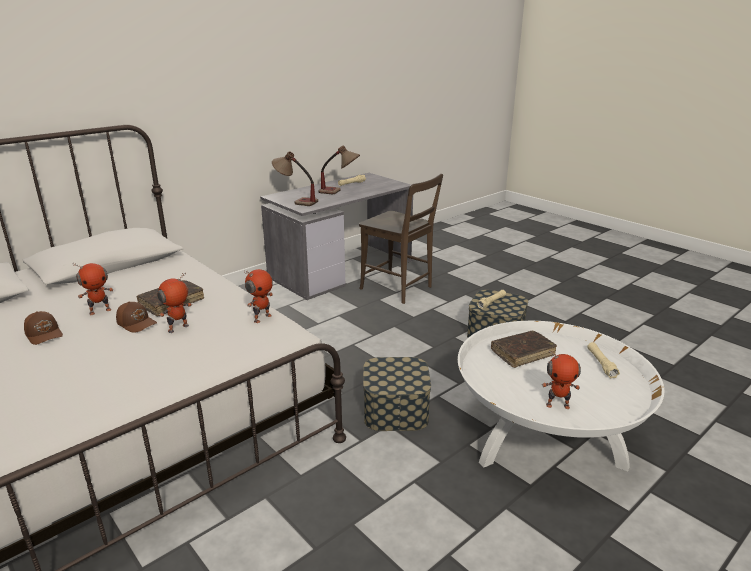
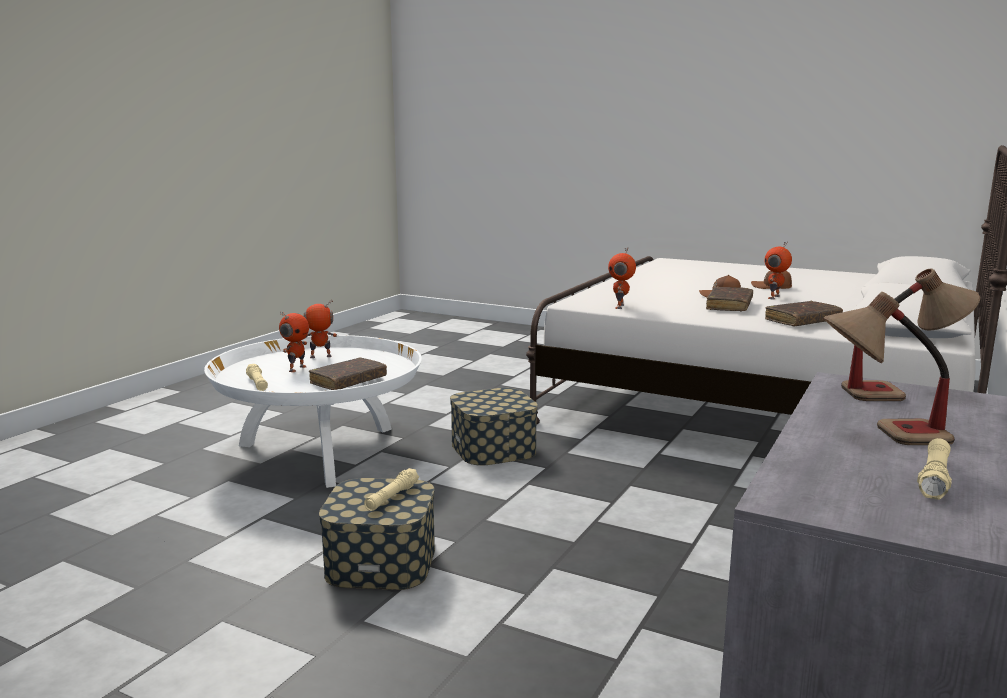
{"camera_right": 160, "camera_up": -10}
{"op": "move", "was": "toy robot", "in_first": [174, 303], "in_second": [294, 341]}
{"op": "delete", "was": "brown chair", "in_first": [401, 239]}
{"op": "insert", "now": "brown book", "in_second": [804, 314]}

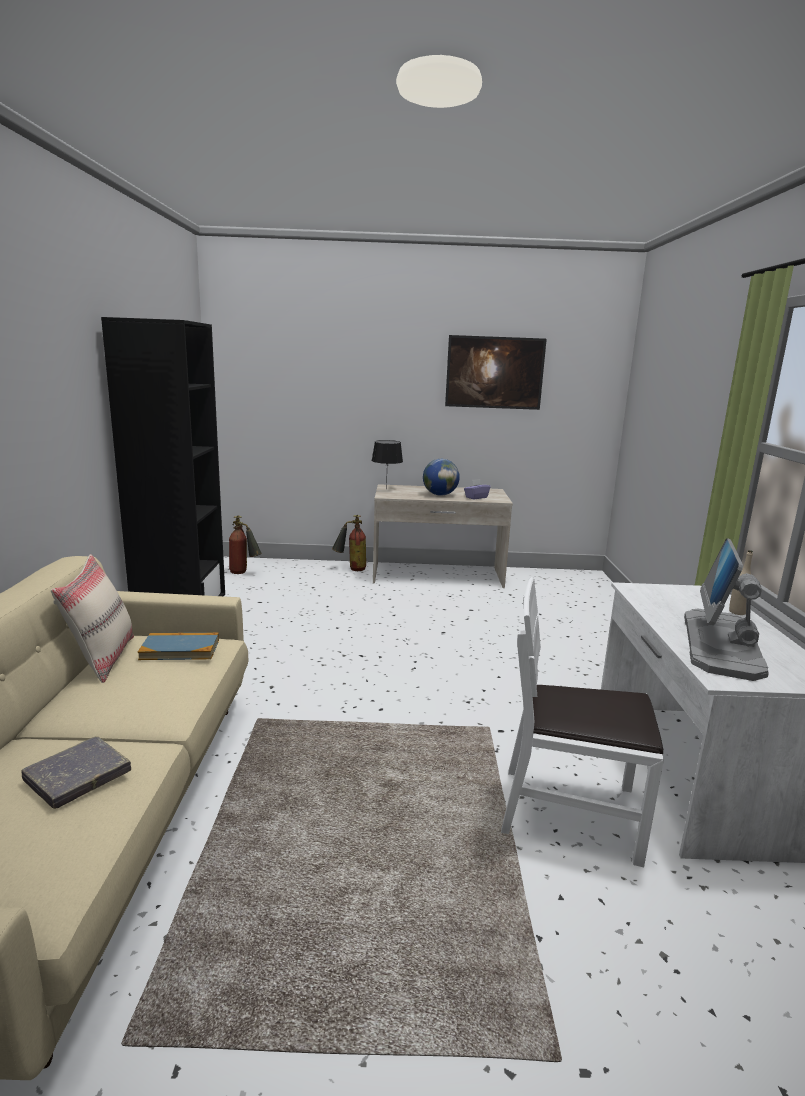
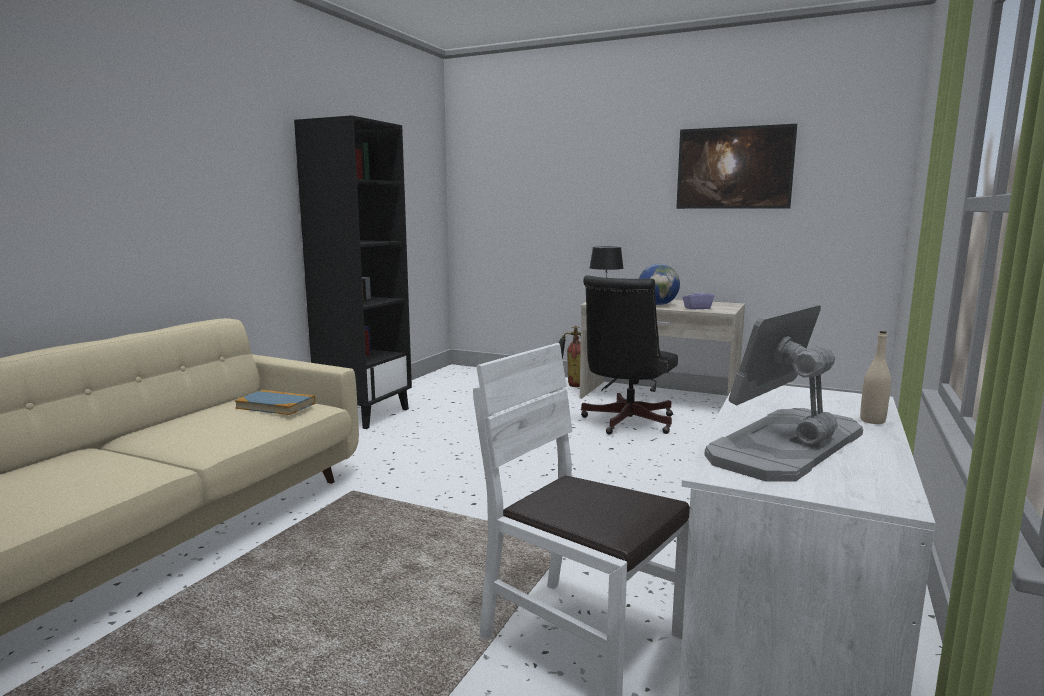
{"camera_right": 25, "camera_up": -5}
{"op": "delete", "was": "grey book", "in_first": [76, 772]}
{"op": "delete", "was": "beige pillow", "in_first": [92, 618]}
{"op": "delete", "was": "fire extinguisher", "in_first": [245, 544]}
{"op": "insert", "now": "black office chair", "in_second": [629, 355]}

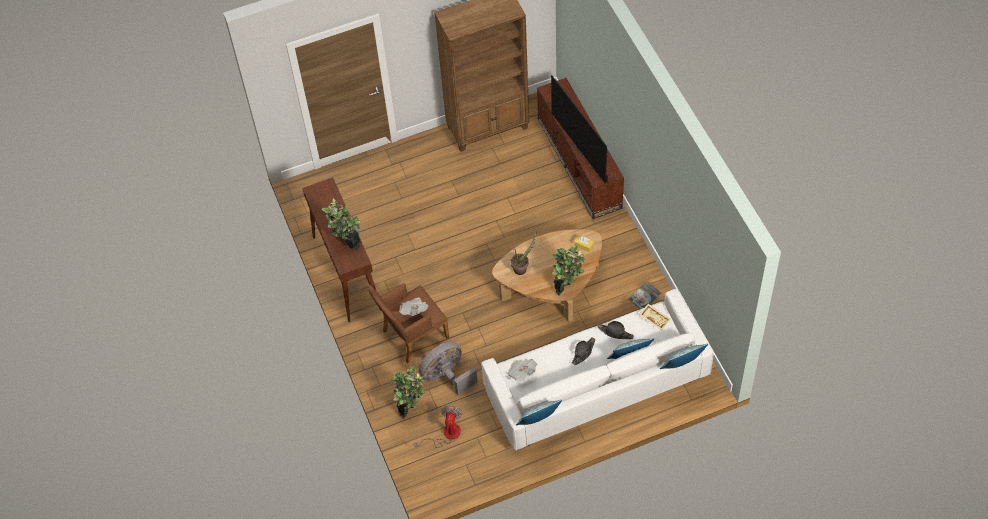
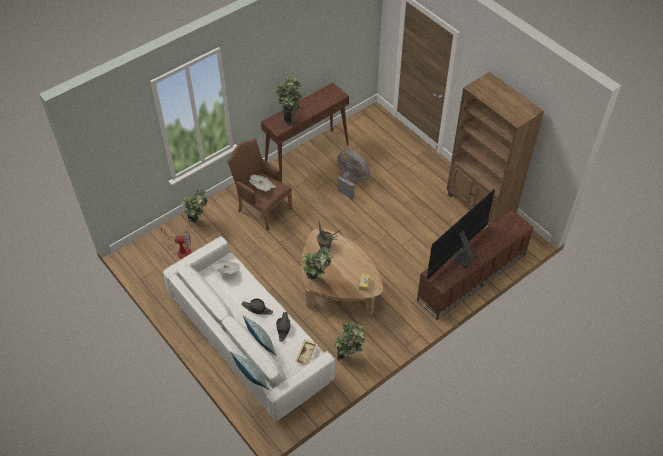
{"camera_right": 70, "camera_up": -5}
{"op": "move", "was": "grey fan", "in_first": [448, 368], "in_second": [353, 174]}
{"op": "delete", "was": "pillow", "in_first": [539, 413]}
{"op": "replace", "was": "book", "now": "potted plant", "in_first": [645, 295], "in_second": [349, 341]}

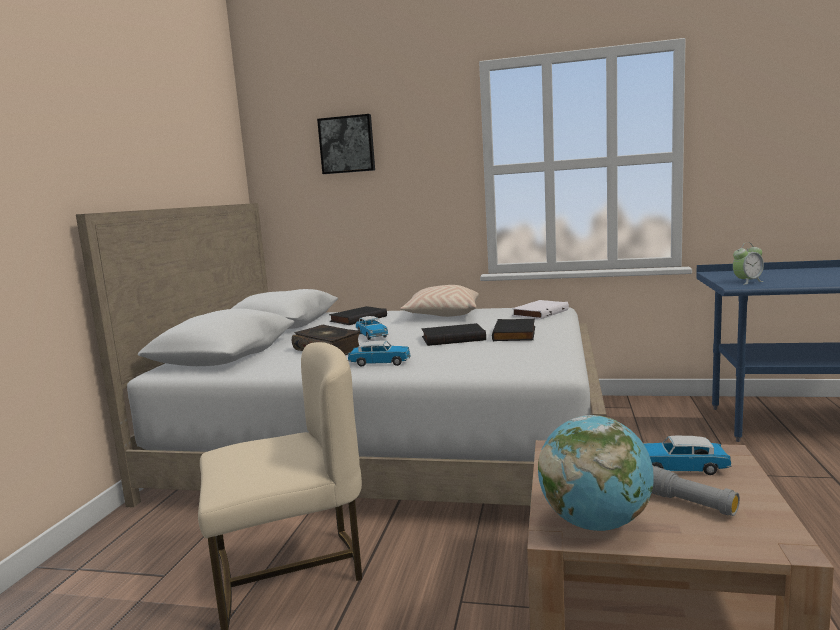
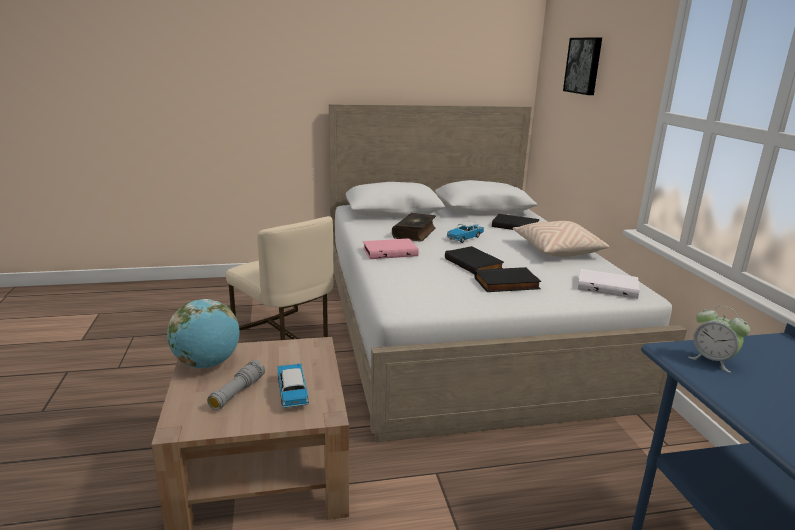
{"camera_right": 65, "camera_up": 10}
{"op": "replace", "was": "toy car", "now": "pink book", "in_first": [379, 354], "in_second": [391, 248]}

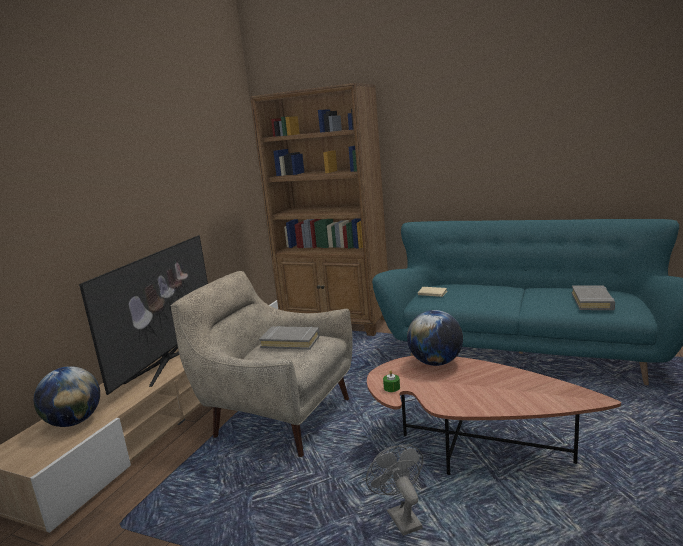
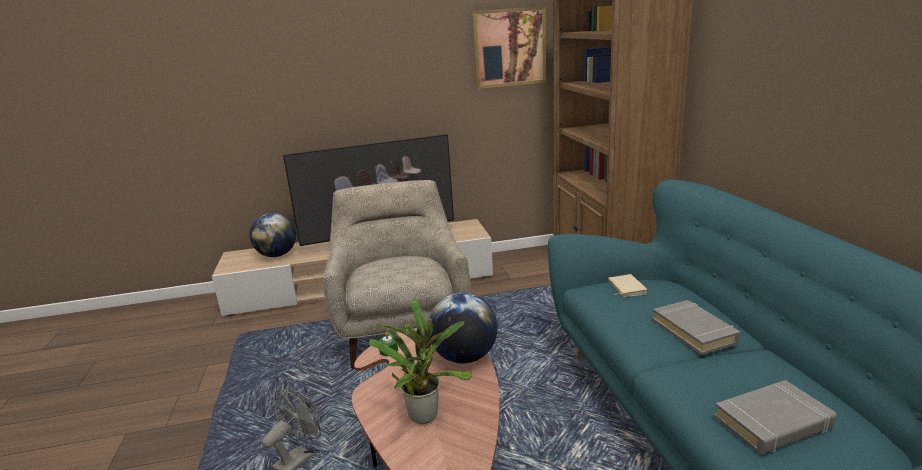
{"camera_right": 55, "camera_up": 5}
{"op": "move", "was": "grey book", "in_first": [289, 338], "in_second": [696, 327]}
{"op": "insert", "now": "potted plant", "in_second": [421, 361]}
{"op": "insert", "now": "picture", "in_second": [509, 47]}

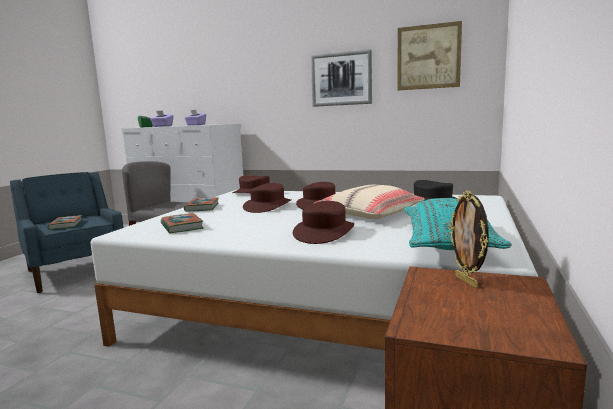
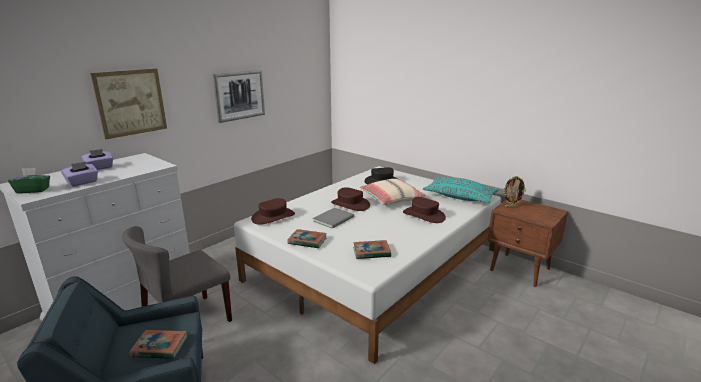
{"camera_right": -70, "camera_up": 10}
{"op": "replace", "was": "brown hat", "now": "grey book", "in_first": [267, 198], "in_second": [333, 218]}
{"op": "move", "was": "picture", "in_first": [430, 55], "in_second": [128, 103]}

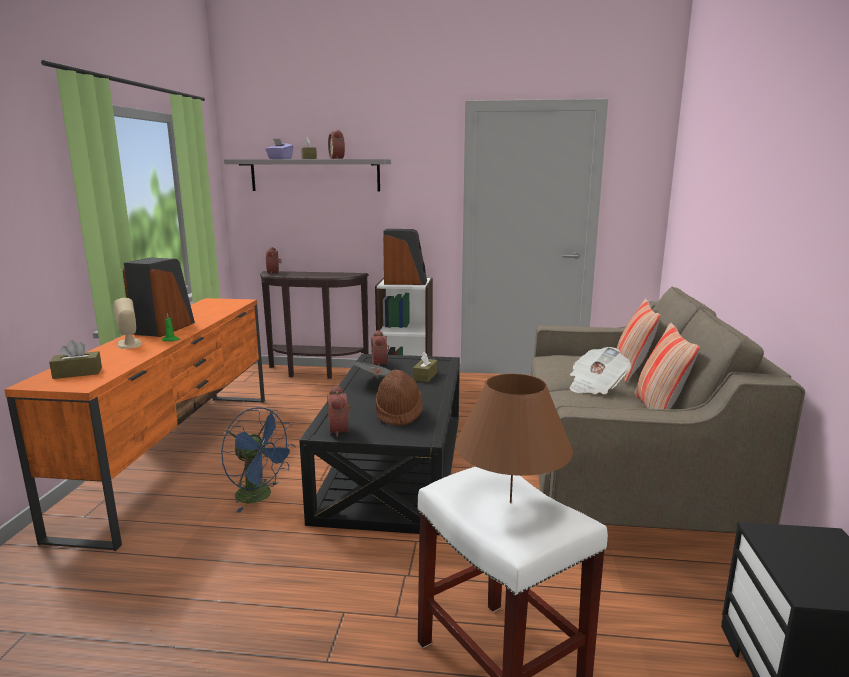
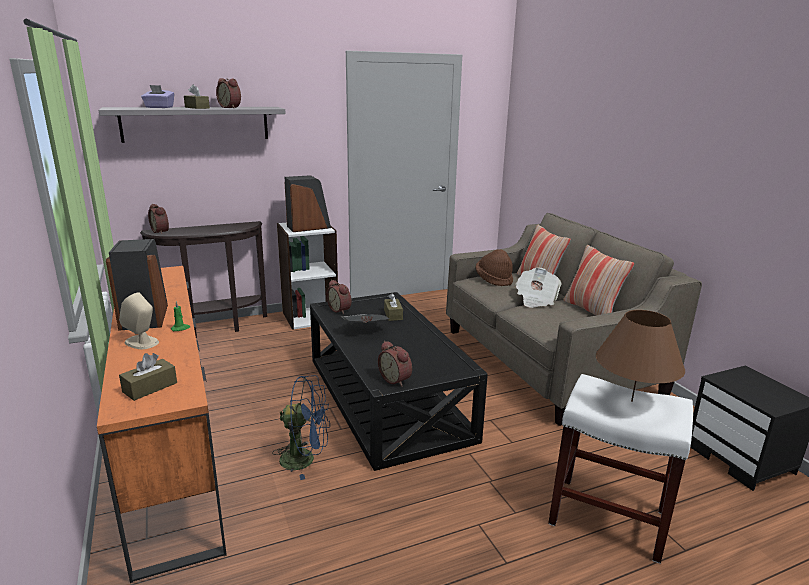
{"camera_right": -30, "camera_up": 5}
{"op": "move", "was": "brown hat", "in_first": [399, 397], "in_second": [494, 267]}

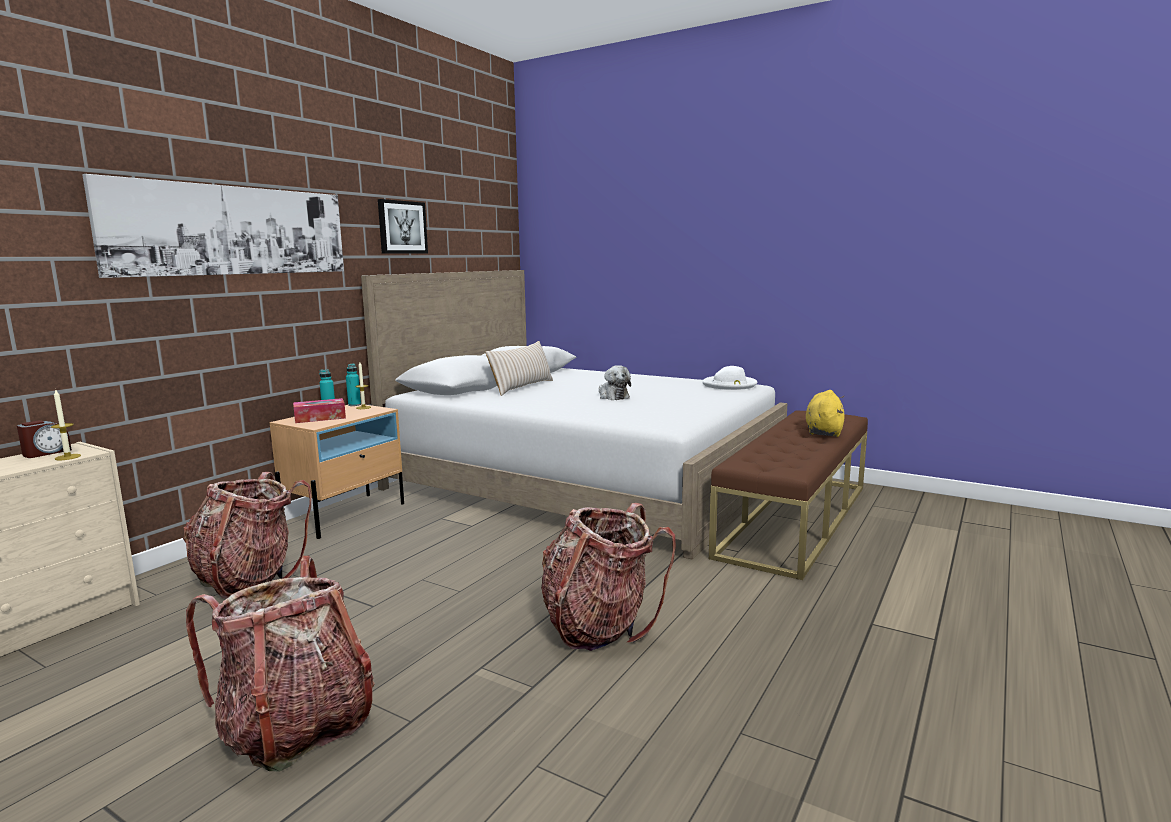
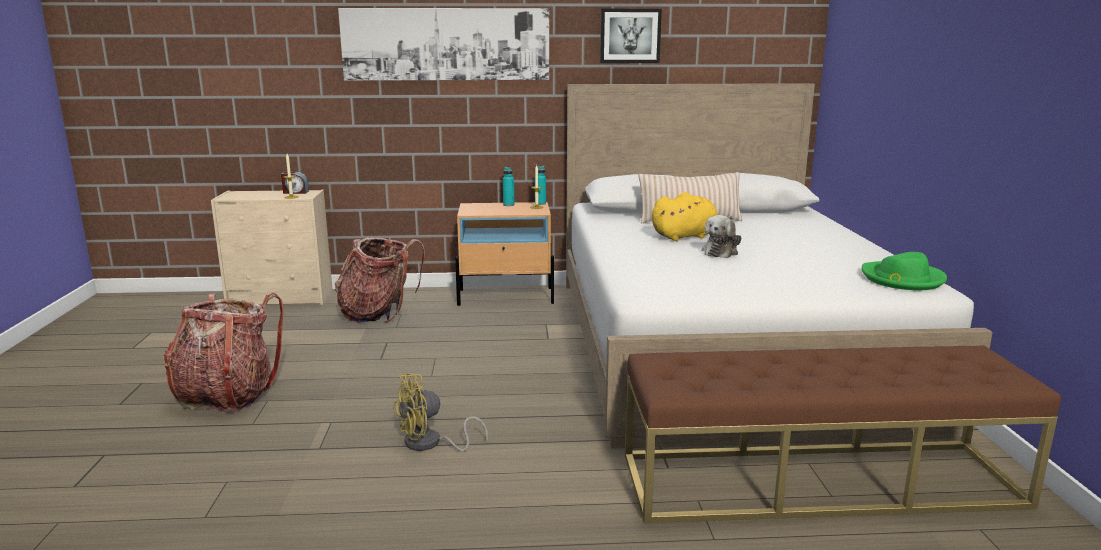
{"camera_right": 55, "camera_up": 5}
{"op": "delete", "was": "tissue box", "in_first": [319, 410]}
{"op": "replace", "was": "backpack", "now": "yellow fan", "in_first": [608, 577], "in_second": [440, 412]}
{"op": "recolor", "was": "white hat", "now": "green hat", "in_first": [729, 378], "in_second": [904, 271]}
{"op": "move", "was": "yellow plush toy", "in_first": [825, 413], "in_second": [692, 216]}

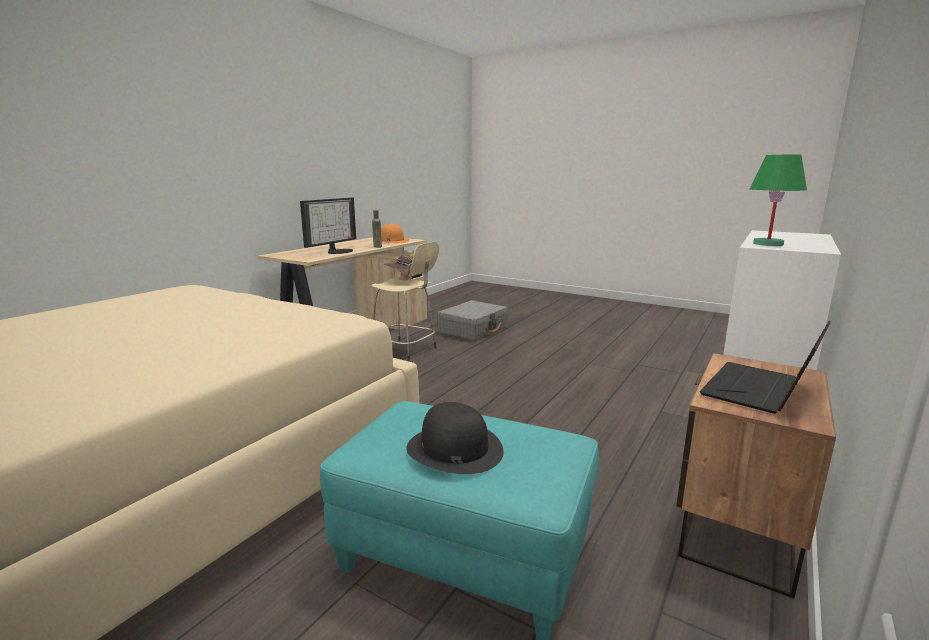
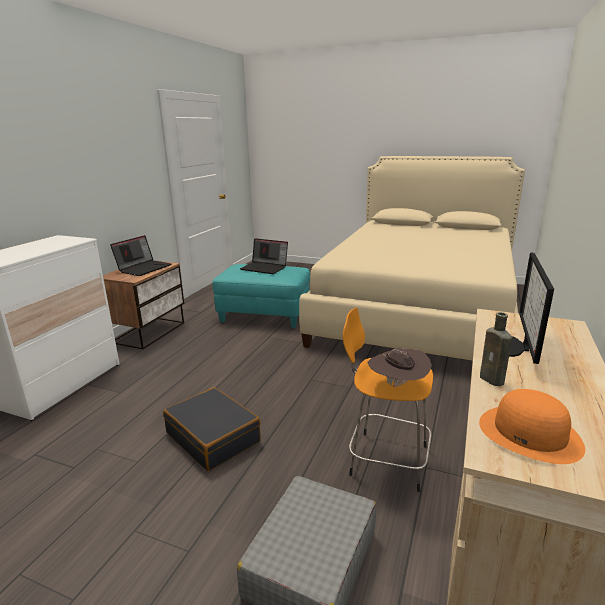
{"camera_right": 170, "camera_up": 5}
{"op": "recolor", "was": "beige stool", "now": "orange stool", "in_first": [405, 302], "in_second": [388, 400]}
{"op": "replace", "was": "black hat", "now": "laptop", "in_first": [455, 438], "in_second": [264, 256]}
{"op": "delete", "was": "green table lamp", "in_first": [778, 200]}
{"op": "insert", "now": "black suitcase", "in_second": [212, 429]}

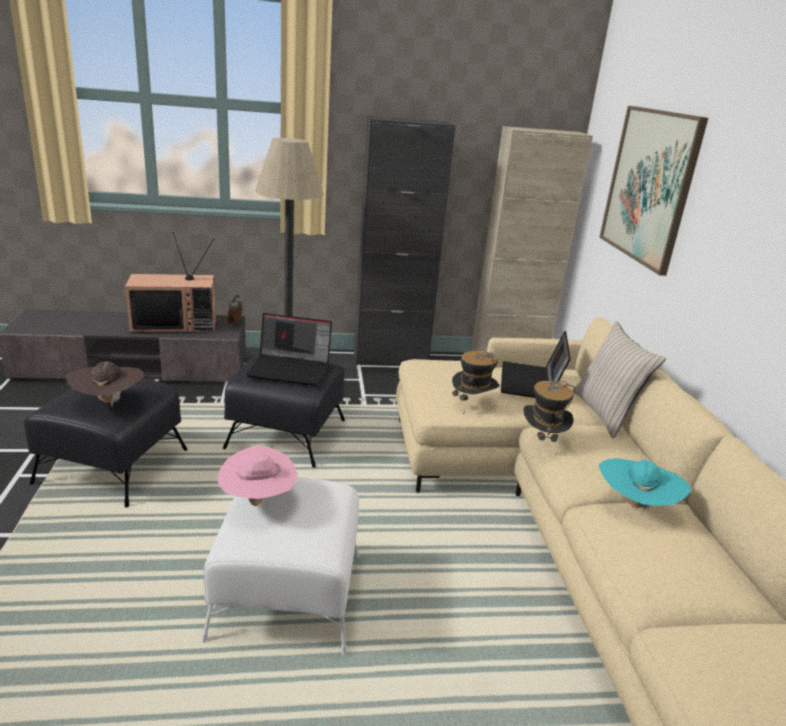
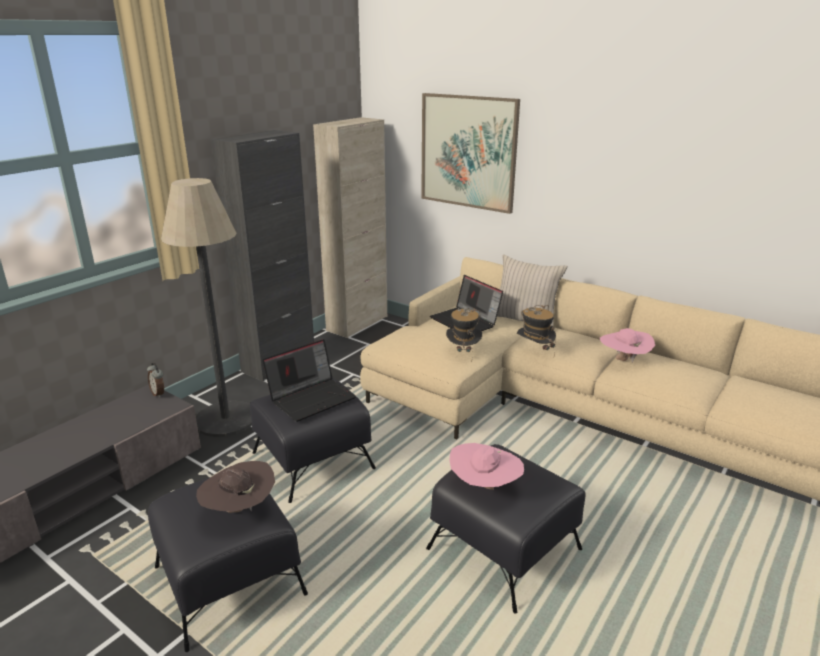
{"camera_right": -45, "camera_up": 0}
{"op": "delete", "was": "television", "in_first": [170, 282]}
{"op": "recolor", "was": "white ottoman", "now": "black ottoman", "in_first": [280, 566], "in_second": [506, 528]}
{"op": "recolor", "was": "turquoise hat", "now": "pink hat", "in_first": [645, 486], "in_second": [627, 345]}

